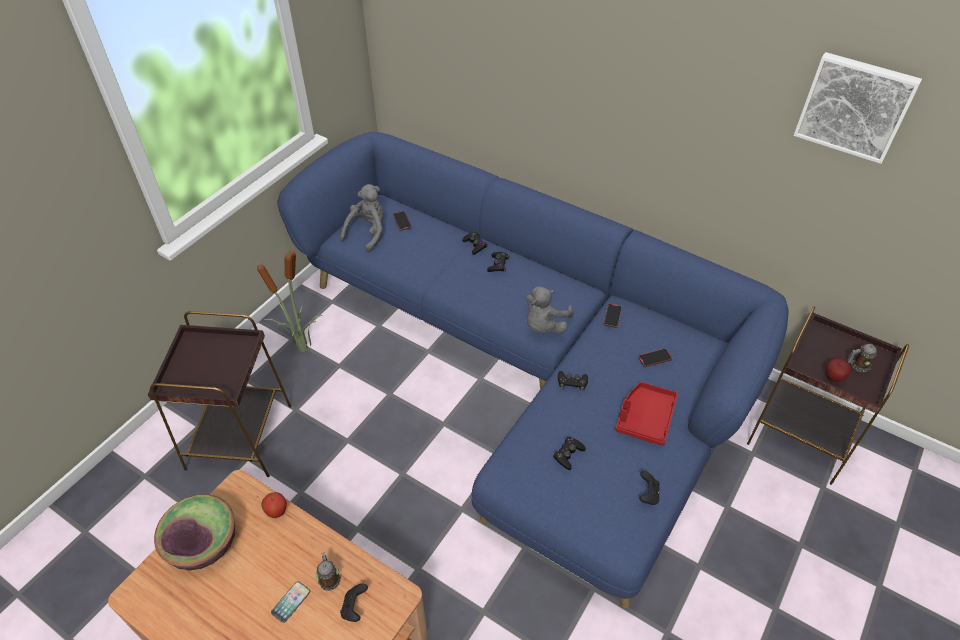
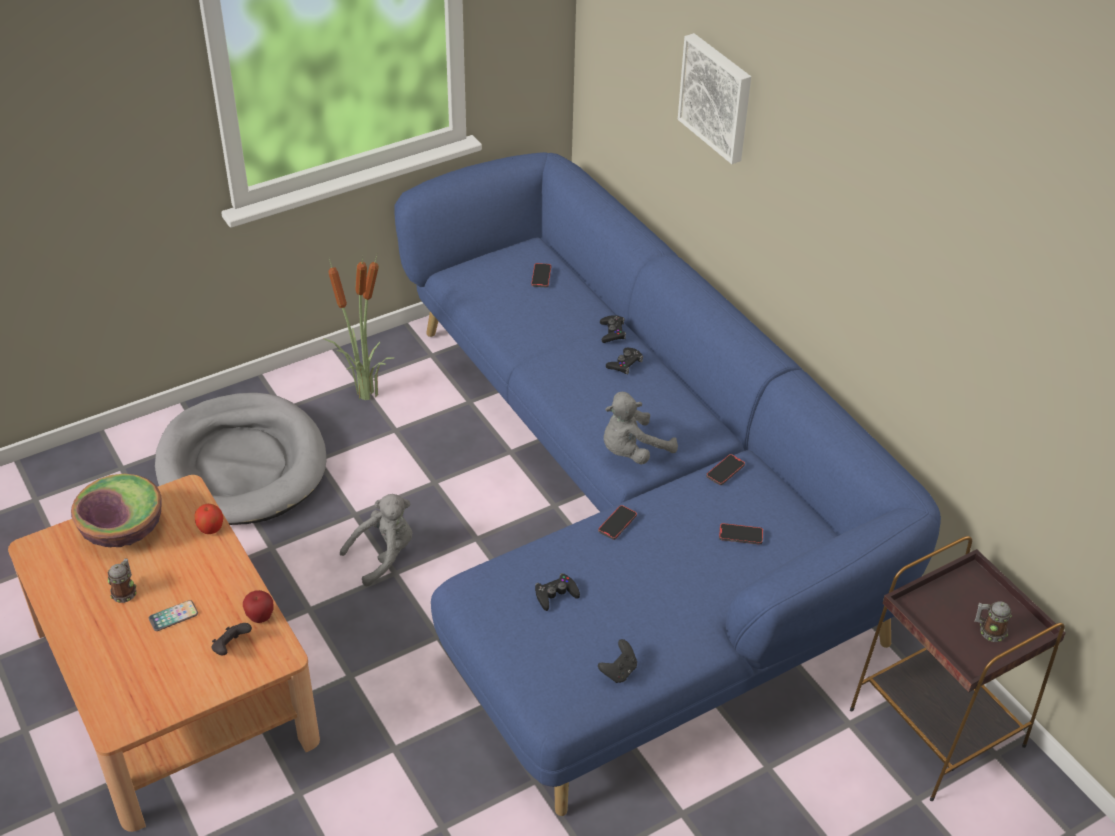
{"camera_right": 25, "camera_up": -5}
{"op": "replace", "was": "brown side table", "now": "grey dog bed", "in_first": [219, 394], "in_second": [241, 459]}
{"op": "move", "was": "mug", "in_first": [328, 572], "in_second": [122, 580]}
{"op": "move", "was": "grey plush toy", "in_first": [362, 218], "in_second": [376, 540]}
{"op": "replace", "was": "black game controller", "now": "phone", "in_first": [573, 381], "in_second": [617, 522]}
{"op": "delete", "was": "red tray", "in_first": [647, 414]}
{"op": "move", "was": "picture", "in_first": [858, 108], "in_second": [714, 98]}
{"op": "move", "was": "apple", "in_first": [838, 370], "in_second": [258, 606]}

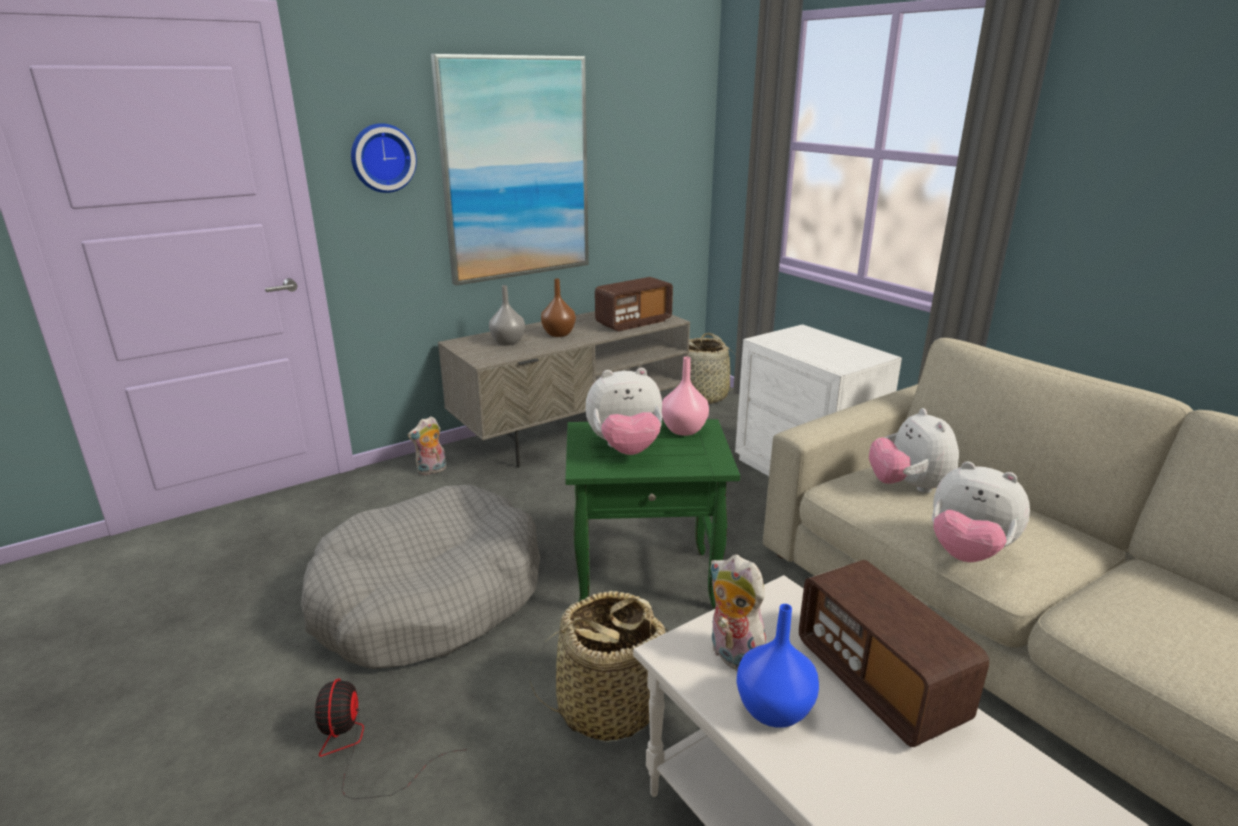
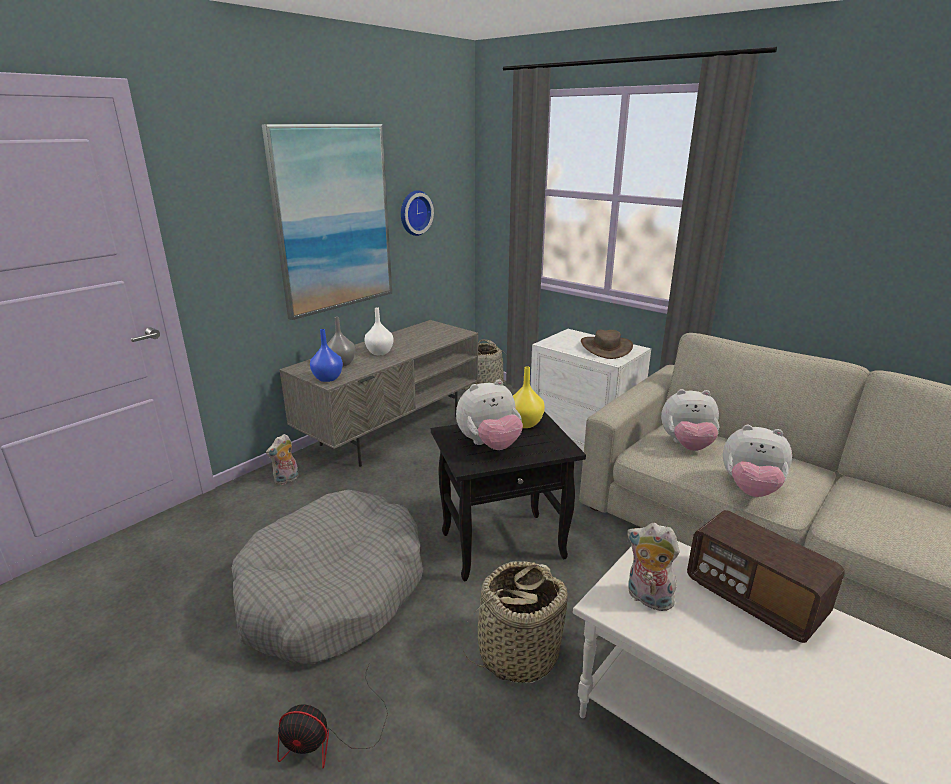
{"camera_right": -15, "camera_up": 0}
{"op": "rotate", "was": "fan", "in_first": [391, 738], "in_second": [332, 717], "clockwise": -60}
{"op": "move", "was": "wall clock", "in_first": [384, 158], "in_second": [417, 213]}
{"op": "recolor", "was": "brown vase", "now": "white vase", "in_first": [558, 307], "in_second": [379, 331]}
{"op": "recolor", "was": "green side table", "now": "black side table", "in_first": [652, 514], "in_second": [508, 497]}
{"op": "delete", "was": "radio", "in_first": [634, 304]}
{"op": "recolor", "was": "pink vase", "now": "yellow vase", "in_first": [685, 396], "in_second": [529, 397]}
{"op": "move", "was": "blue vase", "in_first": [778, 666], "in_second": [326, 355]}
{"op": "rotate", "was": "plush toy", "in_first": [914, 450], "in_second": [690, 420], "clockwise": -60}
{"op": "insert", "now": "brown hat", "in_second": [607, 344]}

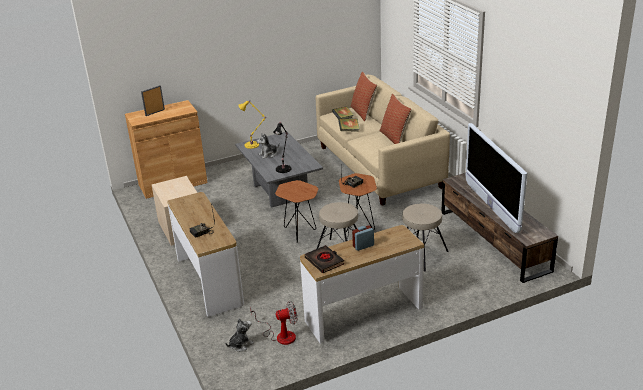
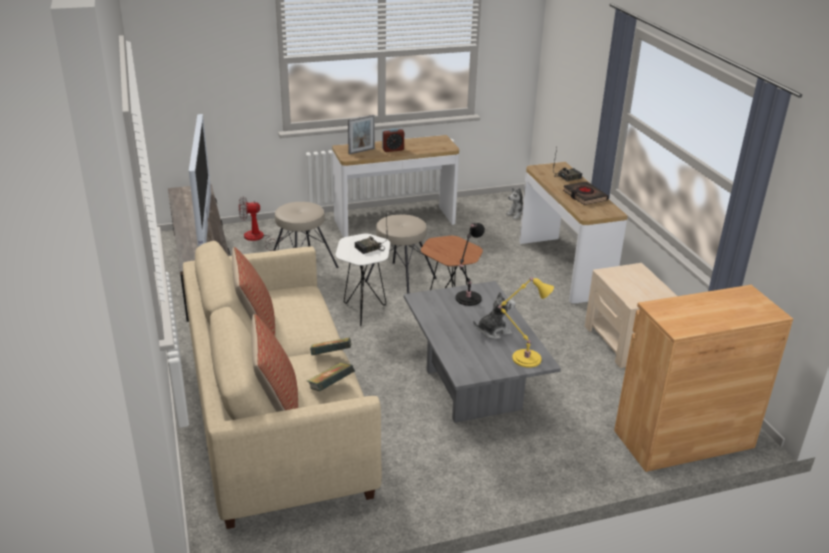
{"camera_right": -175, "camera_up": 0}
{"op": "move", "was": "picture frame", "in_first": [153, 100], "in_second": [361, 135]}
{"op": "move", "was": "fan", "in_first": [273, 323], "in_second": [260, 223]}
{"op": "move", "was": "black book", "in_first": [324, 259], "in_second": [586, 193]}
{"op": "recolor", "was": "brown side table", "now": "white side table", "in_first": [358, 202], "in_second": [362, 279]}

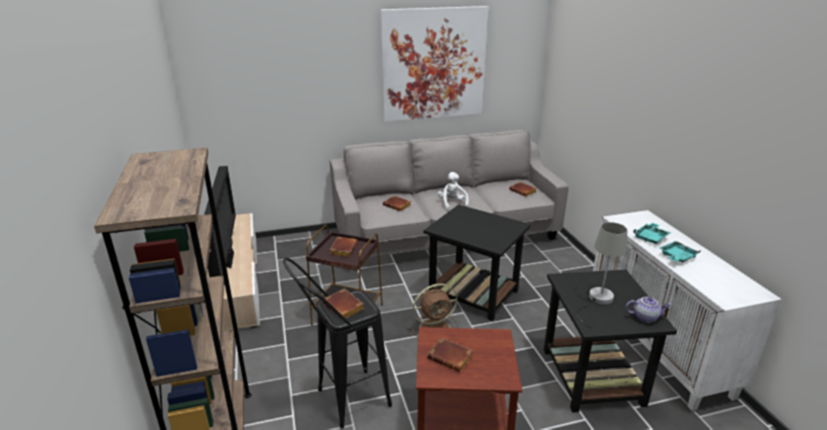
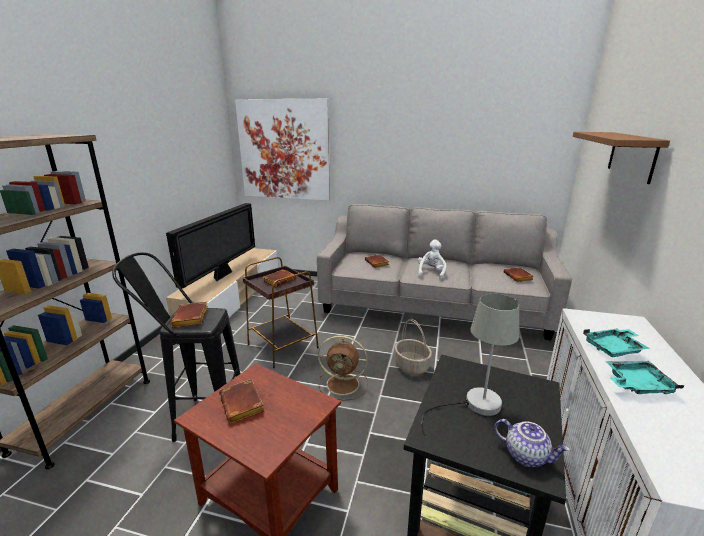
{"camera_right": 30, "camera_up": -5}
{"op": "move", "was": "picture", "in_first": [434, 64], "in_second": [283, 150]}
{"op": "replace", "was": "black side table", "now": "basket", "in_first": [477, 262], "in_second": [413, 347]}
{"op": "insert", "now": "brown shelf", "in_second": [621, 158]}

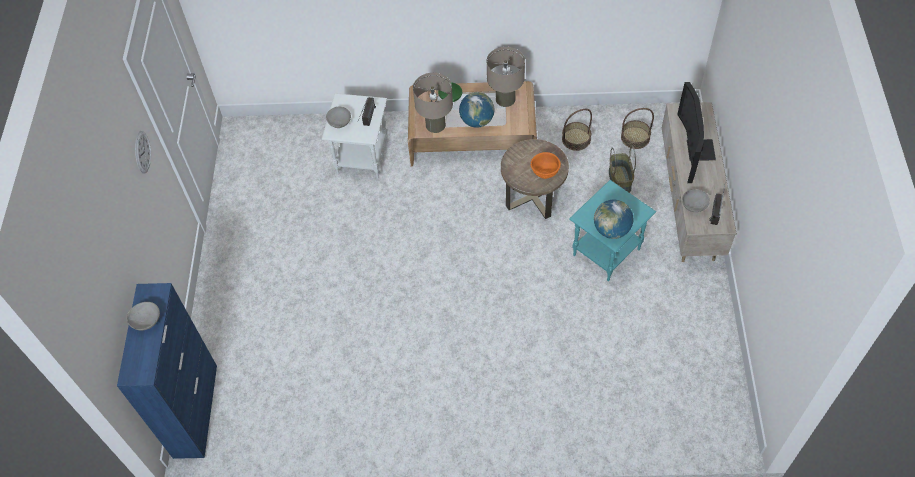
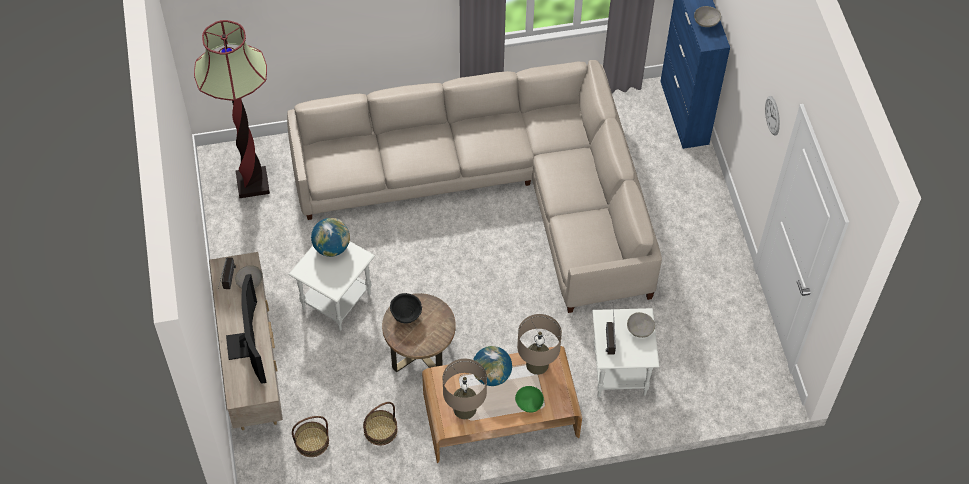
{"camera_right": 165, "camera_up": 0}
{"op": "recolor", "was": "orange bowl", "now": "black bowl", "in_first": [545, 165], "in_second": [406, 308]}
{"op": "recolor", "was": "turquoise side table", "now": "white side table", "in_first": [612, 230], "in_second": [331, 286]}
{"op": "delete", "was": "basket", "in_first": [622, 169]}
{"op": "insert", "now": "floor lamp", "in_second": [232, 109]}
{"op": "insert", "now": "beige sofa", "in_second": [474, 186]}

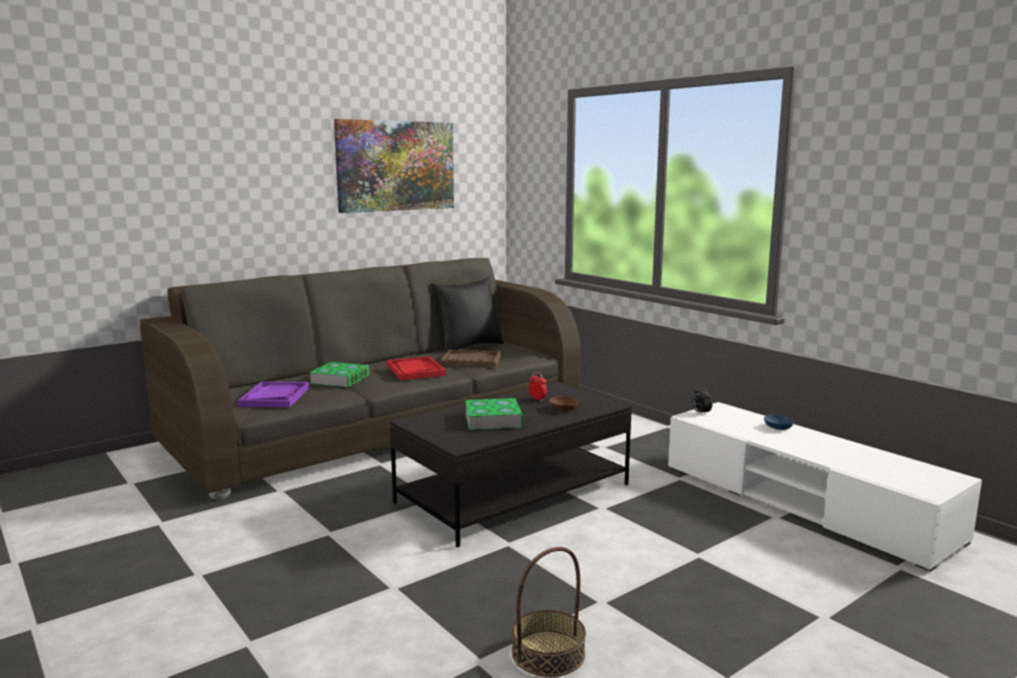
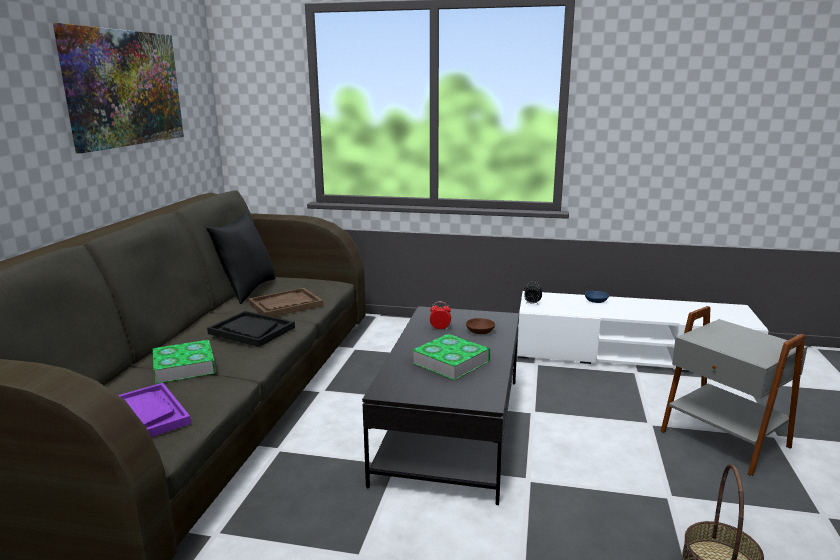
{"camera_right": -40, "camera_up": 5}
{"op": "recolor", "was": "red tray", "now": "black tray", "in_first": [416, 368], "in_second": [251, 329]}
{"op": "insert", "now": "grey side table", "in_second": [734, 391]}

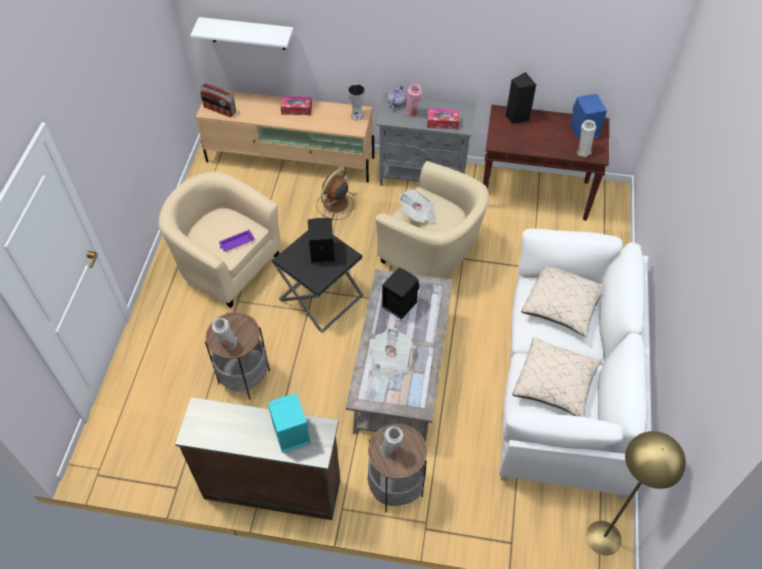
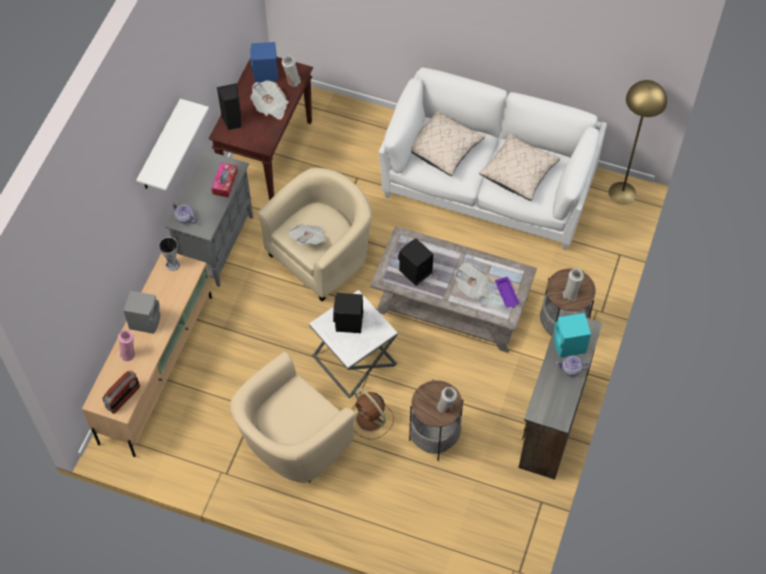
{"camera_right": -80, "camera_up": 5}
{"op": "move", "was": "white shelf", "in_first": [242, 33], "in_second": [172, 145]}
{"op": "move", "was": "purple tray", "in_first": [237, 241], "in_second": [507, 292]}
{"op": "recolor", "was": "black side table", "now": "white side table", "in_first": [317, 282], "in_second": [353, 344]}
{"op": "replace", "was": "tissue box", "now": "grey speaker", "in_first": [296, 105], "in_second": [141, 312]}
{"op": "move", "was": "brown fan", "in_first": [335, 194], "in_second": [373, 414]}
{"op": "move", "was": "pink vase", "in_first": [413, 100], "in_second": [126, 346]}
{"op": "insert", "now": "newspaper", "in_second": [269, 100]}
{"op": "insert", "now": "teapot", "in_second": [573, 366]}

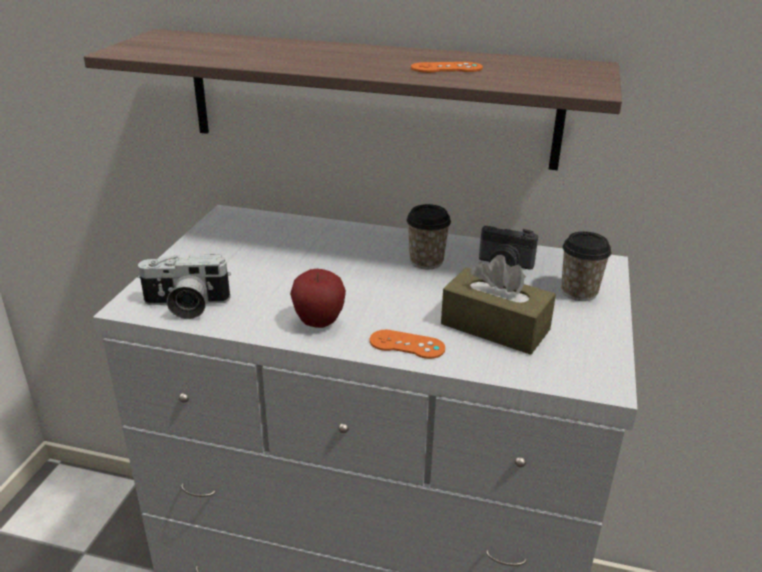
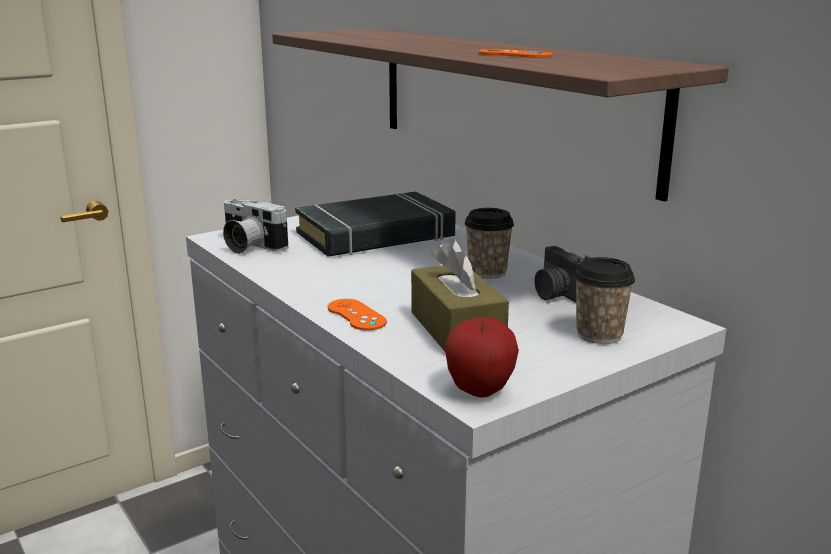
{"camera_right": 40, "camera_up": -10}
{"op": "move", "was": "apple", "in_first": [318, 298], "in_second": [482, 357]}
{"op": "insert", "now": "black book", "in_second": [375, 224]}

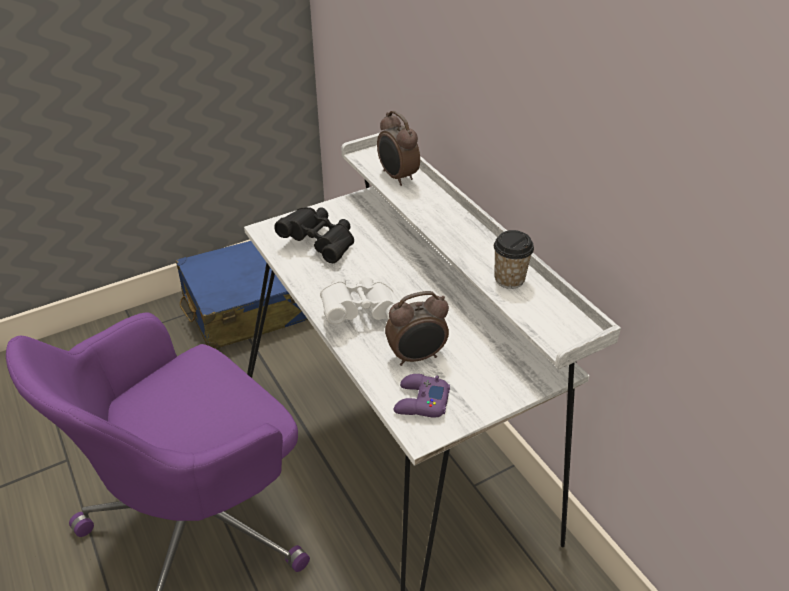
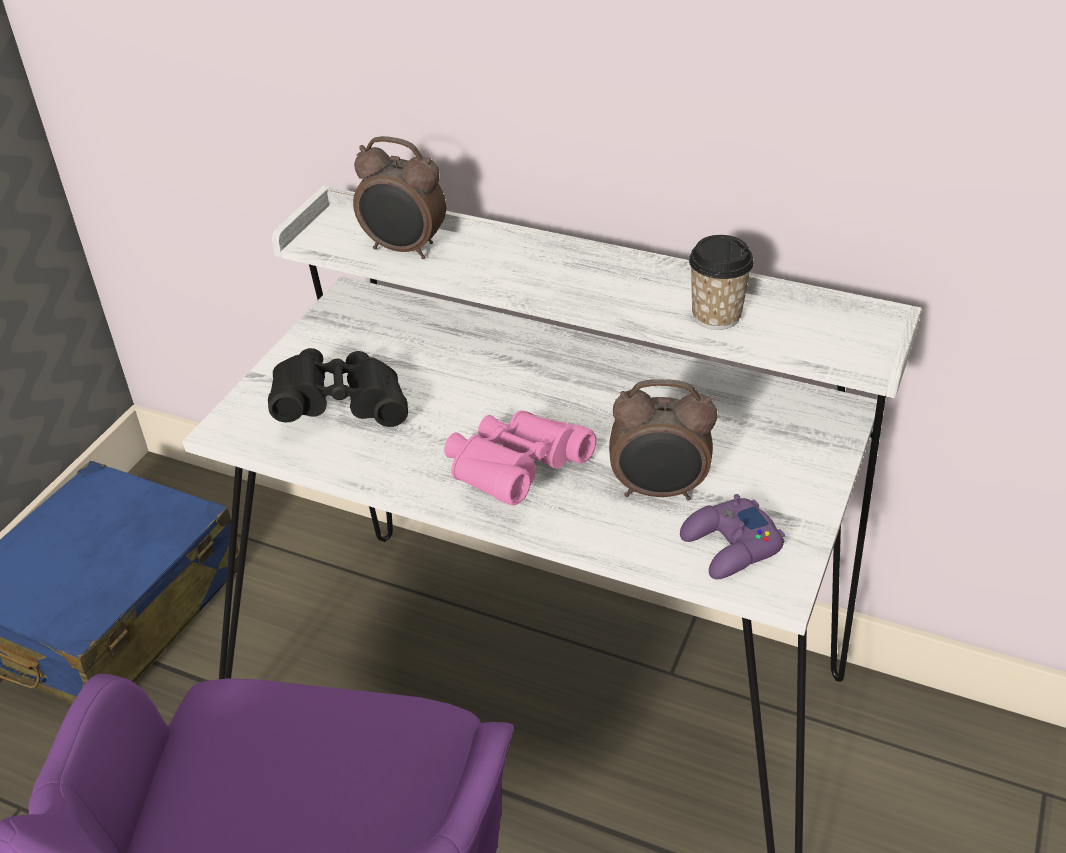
{"camera_right": -35, "camera_up": 0}
{"op": "recolor", "was": "white binoculars", "now": "pink binoculars", "in_first": [360, 300], "in_second": [520, 458]}
{"op": "rotate", "was": "alarm clock", "in_first": [417, 328], "in_second": [663, 440], "clockwise": 60}

